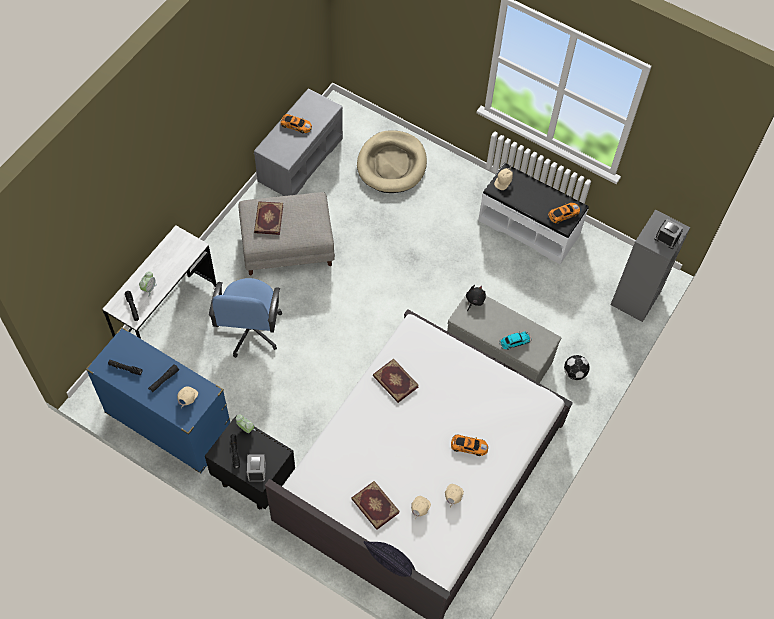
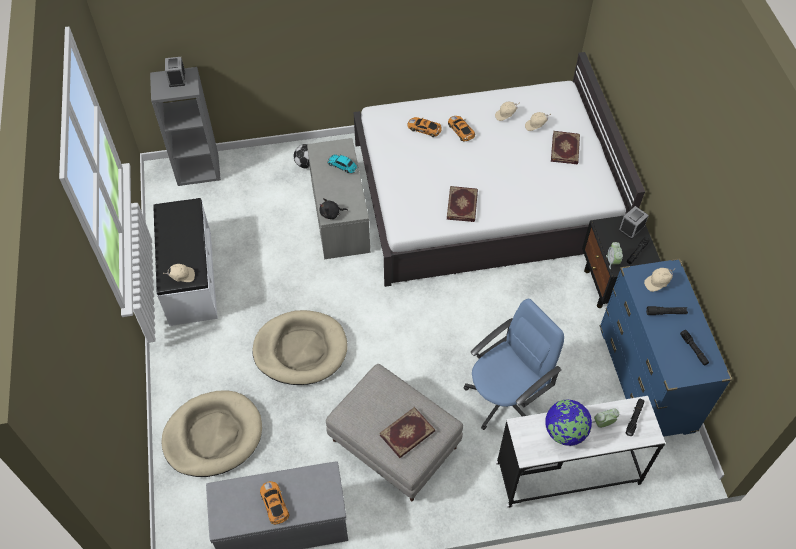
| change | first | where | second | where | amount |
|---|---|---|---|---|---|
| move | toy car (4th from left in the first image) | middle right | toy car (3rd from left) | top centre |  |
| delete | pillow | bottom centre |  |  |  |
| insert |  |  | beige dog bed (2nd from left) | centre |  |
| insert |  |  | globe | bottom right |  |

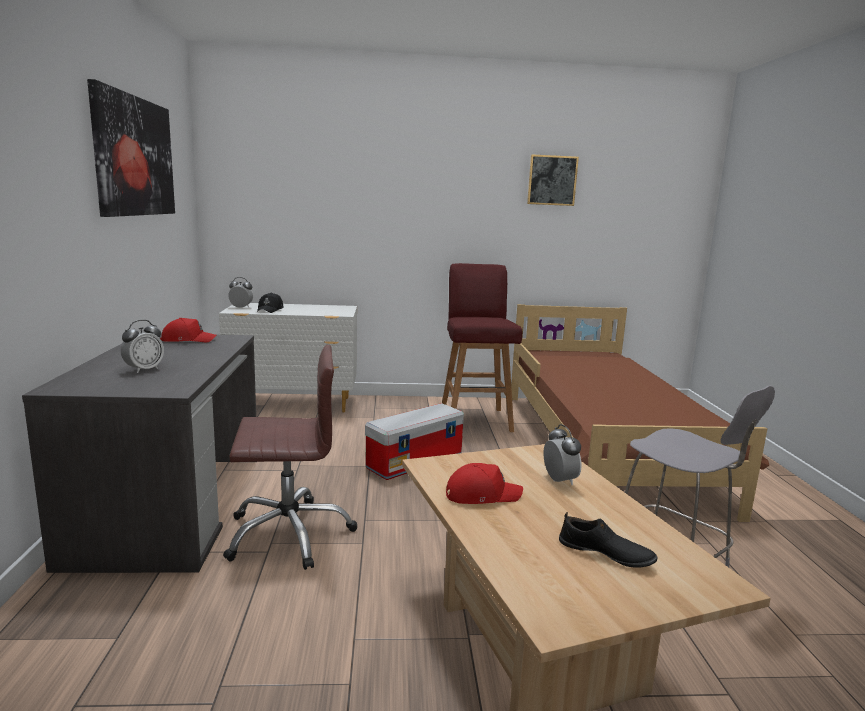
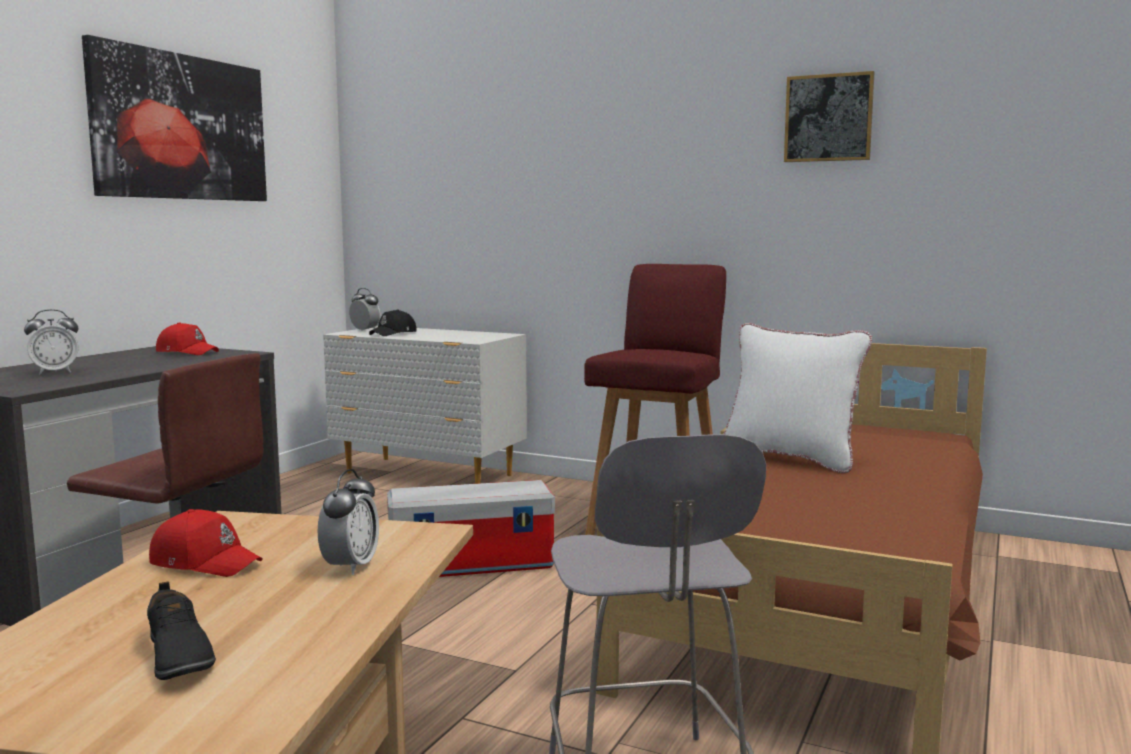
| change | first | where | second | where | amount |
|---|---|---|---|---|---|
| insert |  |  | white pillow | middle right |  |

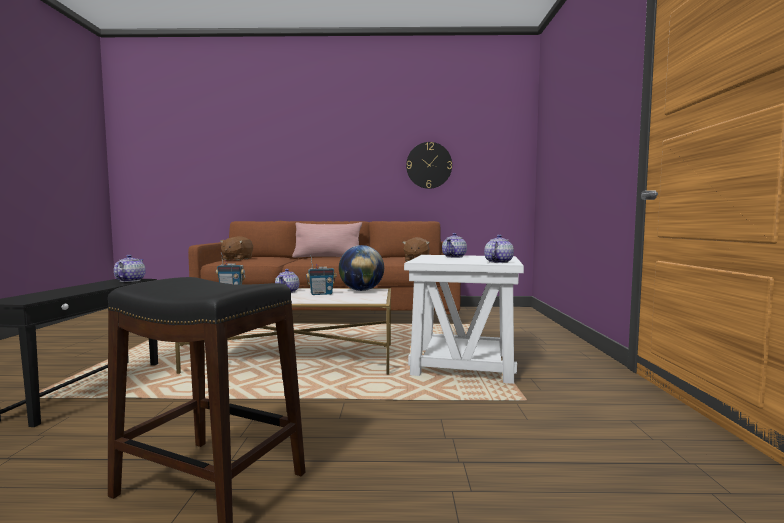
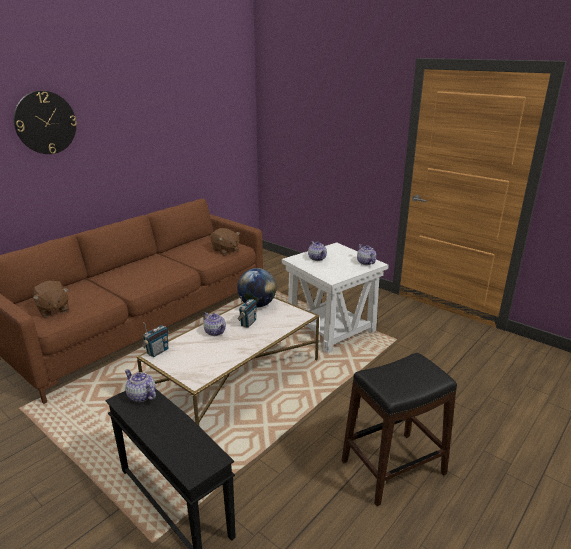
| change | first | where | second | where | amount |
|---|---|---|---|---|---|
| move | wall clock | top centre |  | top left |  |
| delete | pink pillow | centre |  |  |  |

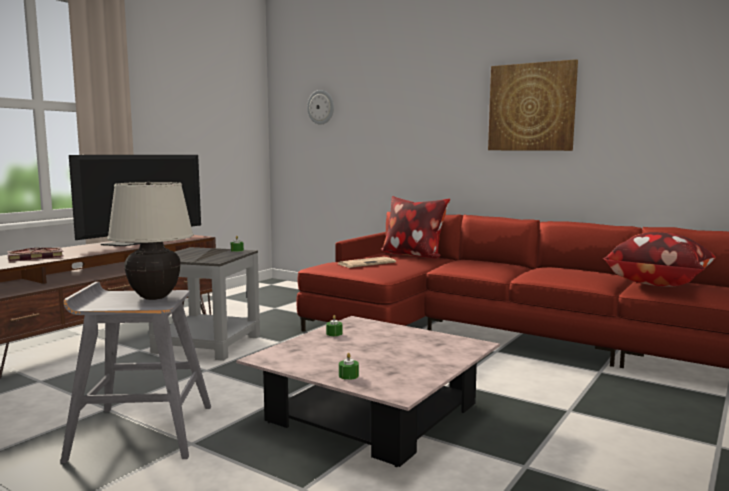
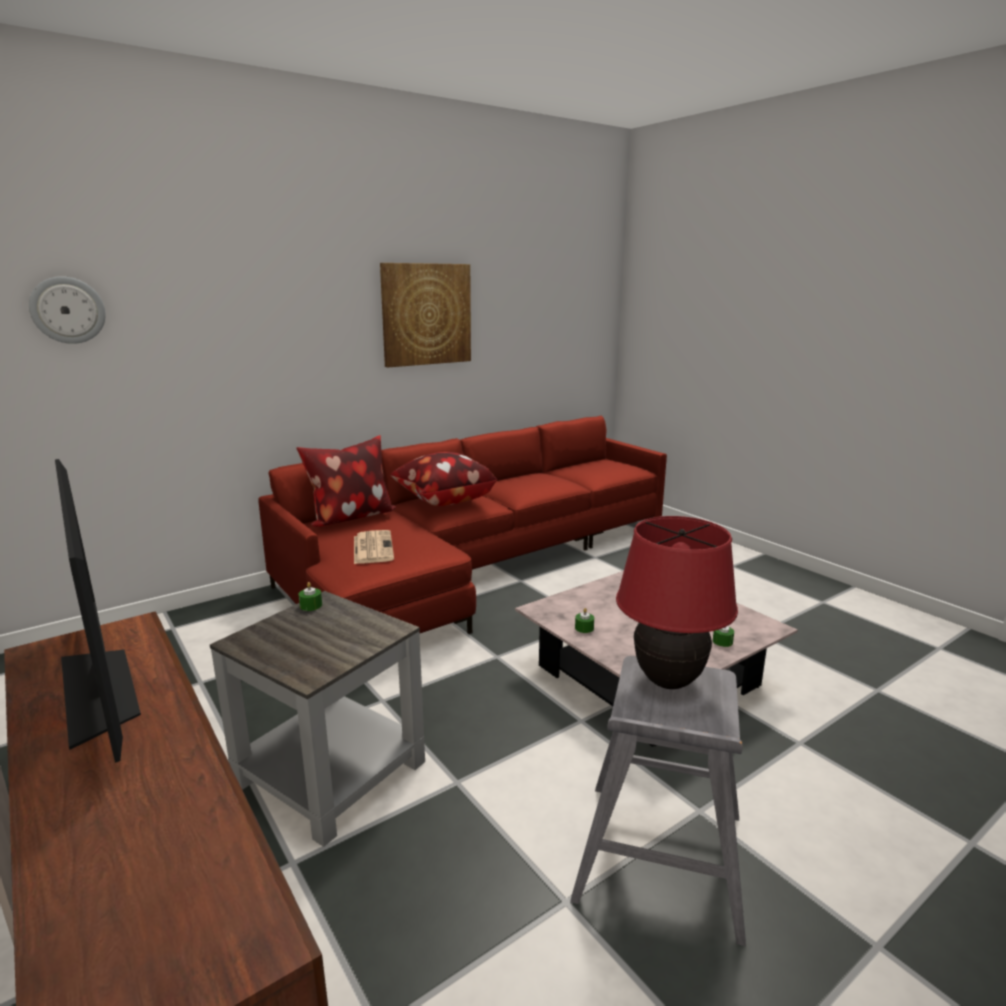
| change | first | where | second | where | amount |
|---|---|---|---|---|---|
| recolor | beige table lamp | middle left | red table lamp | middle right |  |
| move | pillow (2nd from left) | middle right |  | centre |  |
| delete | book | middle left |  |  |  |

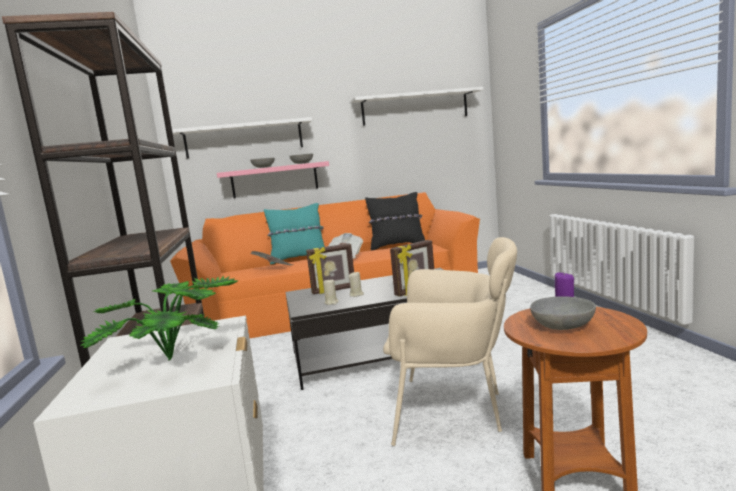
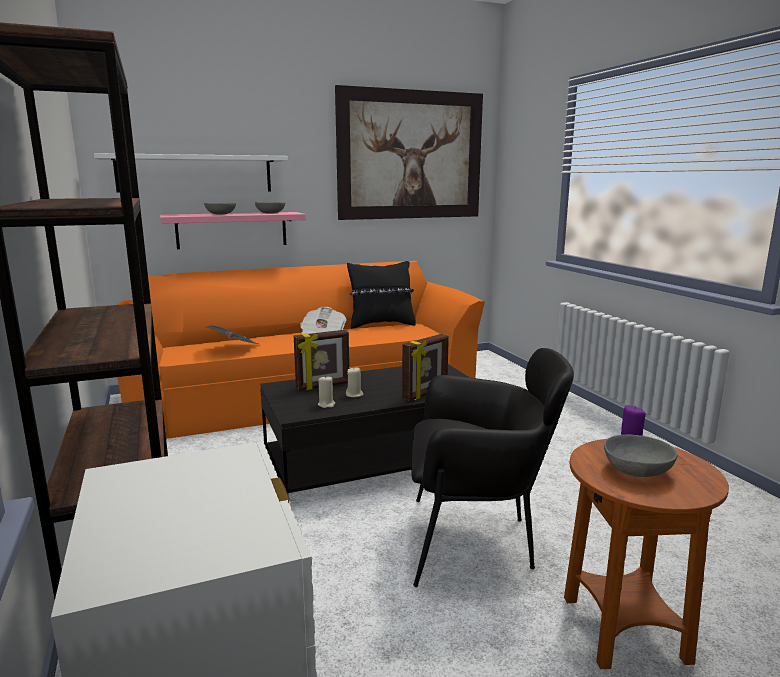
| change | first | where | second | where | amount |
|---|---|---|---|---|---|
| replace | white shelf (2nd from left) | top centre | picture | top centre |  |
| delete | turquoise pillow | centre |  |  |  |
| recolor | beige armchair | bottom centre | black armchair | bottom centre |  |
| delete | potted plant | middle left |  |  |  |

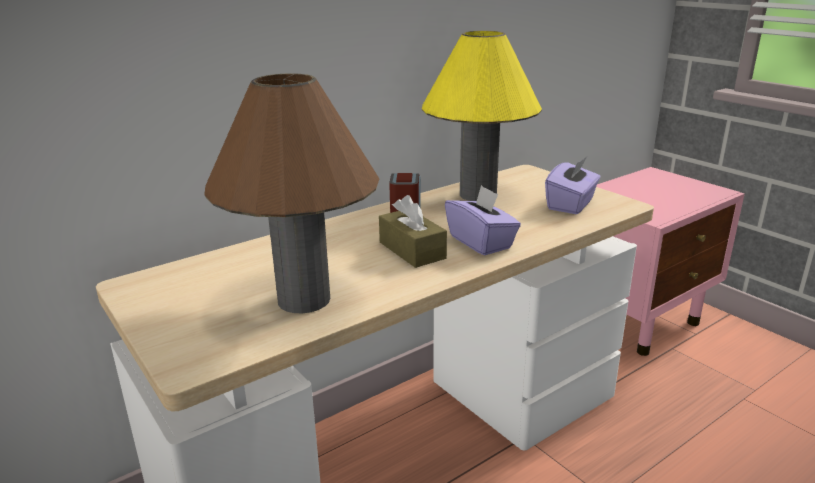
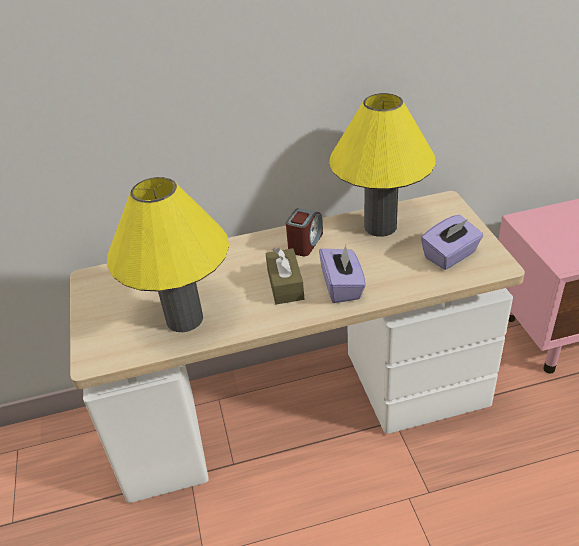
| change | first | where | second | where | amount |
|---|---|---|---|---|---|
| recolor | brown table lamp | centre | yellow table lamp (1st from left) | middle left |  |

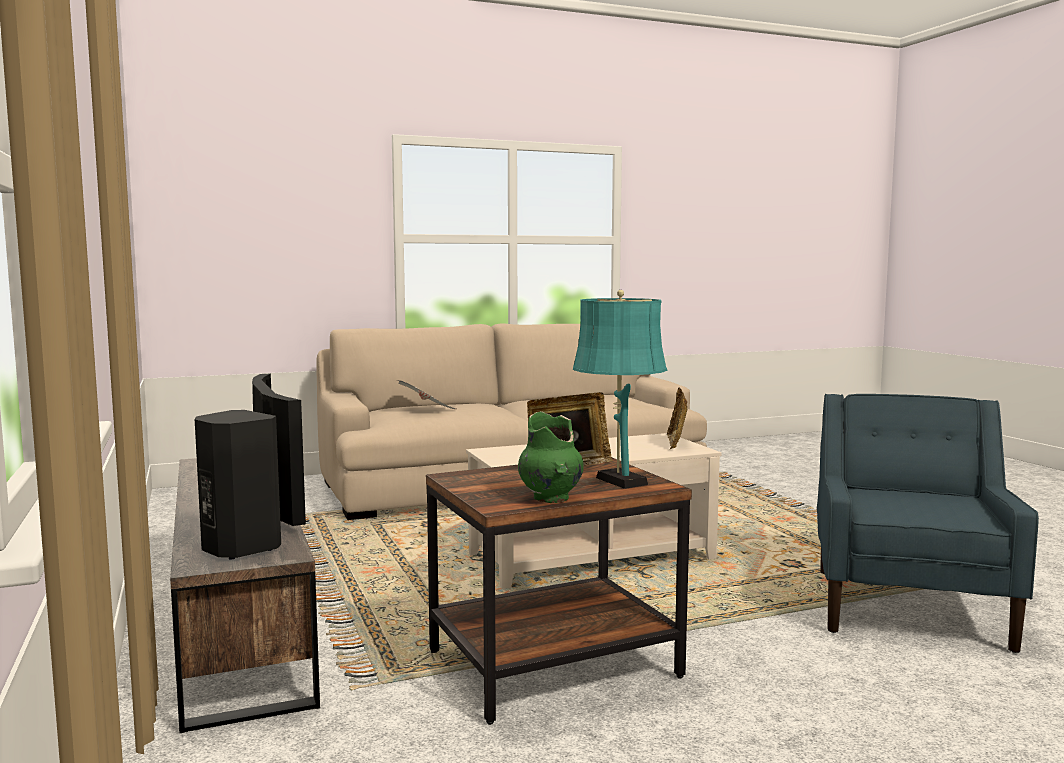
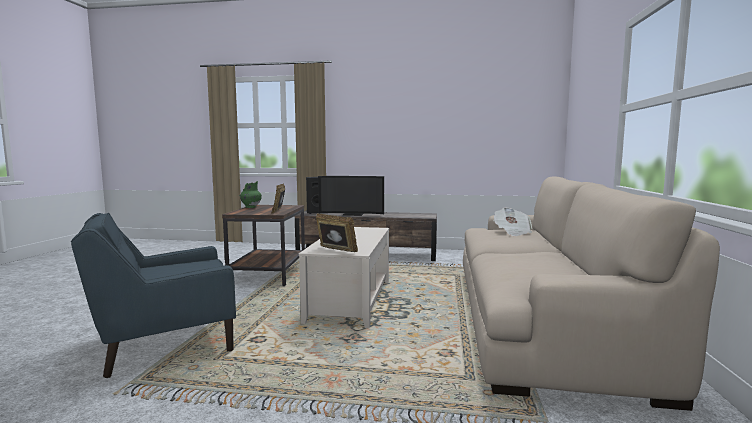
| change | first | where | second | where | amount |
|---|---|---|---|---|---|
| delete | turquoise table lamp | centre |  |  |  |
| rotate | blue armchair | bottom right |  | bottom left | 105 degrees clockwise |

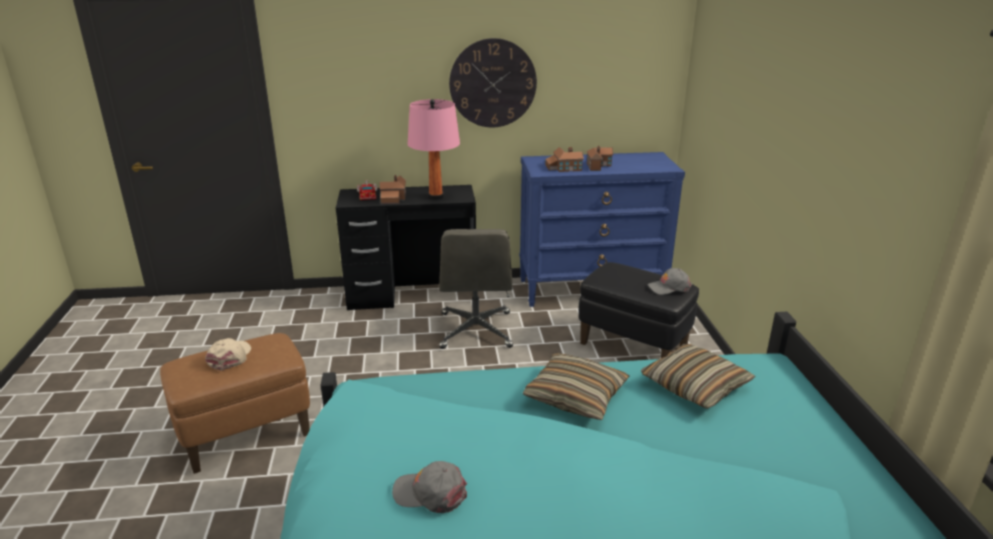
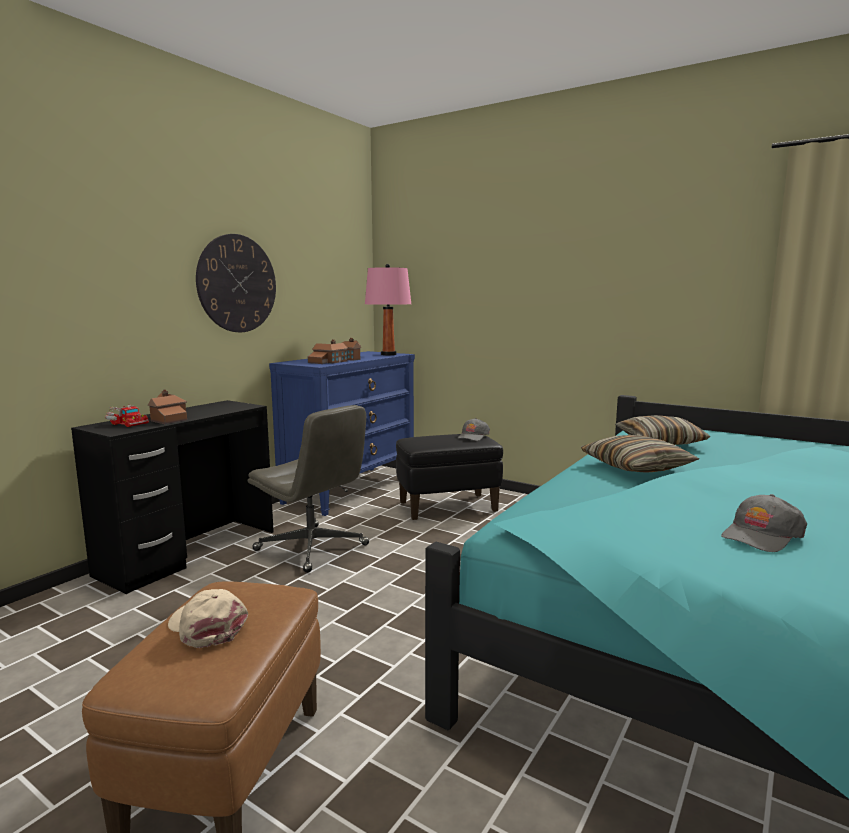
| change | first | where | second | where | amount |
|---|---|---|---|---|---|
| move | pink table lamp | top centre |  | centre |  |

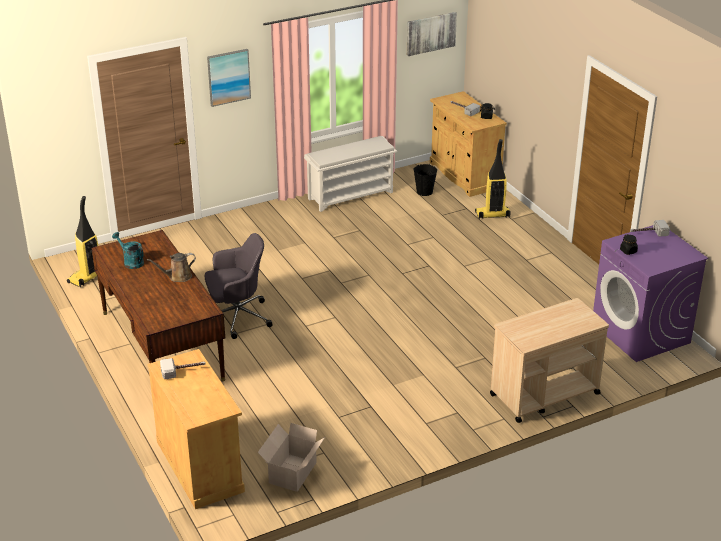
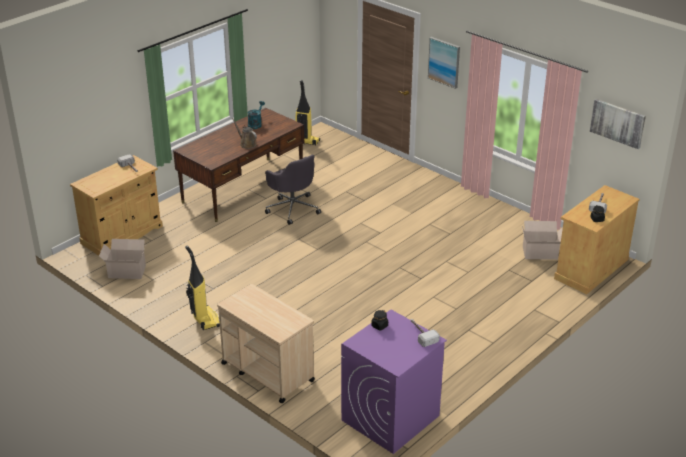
| change | first | where | second | where | amount |
|---|---|---|---|---|---|
| delete | white shoe rack | top centre |  |  |  |
| move | vacuum cleaner (2nd from left in the first image) | top right | vacuum cleaner (1st from left) | middle left |  |
| replace | black bucket | top centre | cardboard box (2nd from left) | middle right |  |

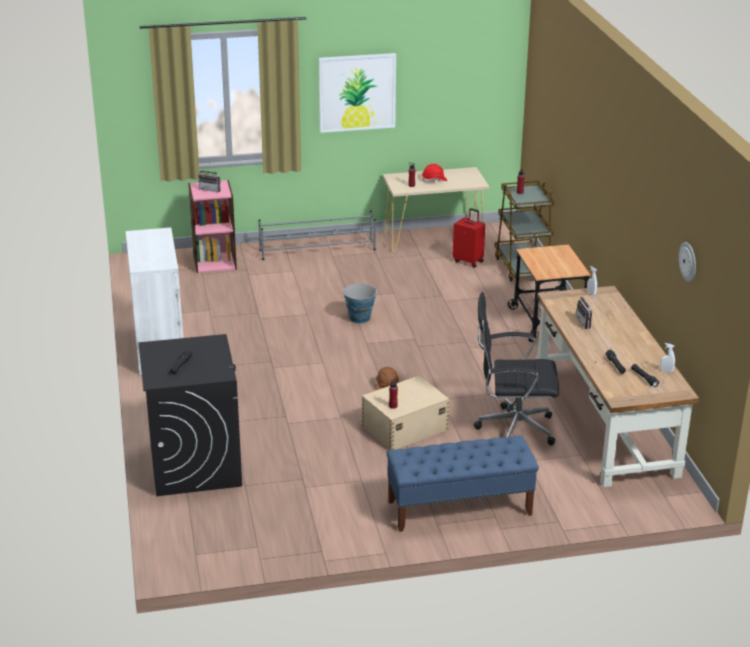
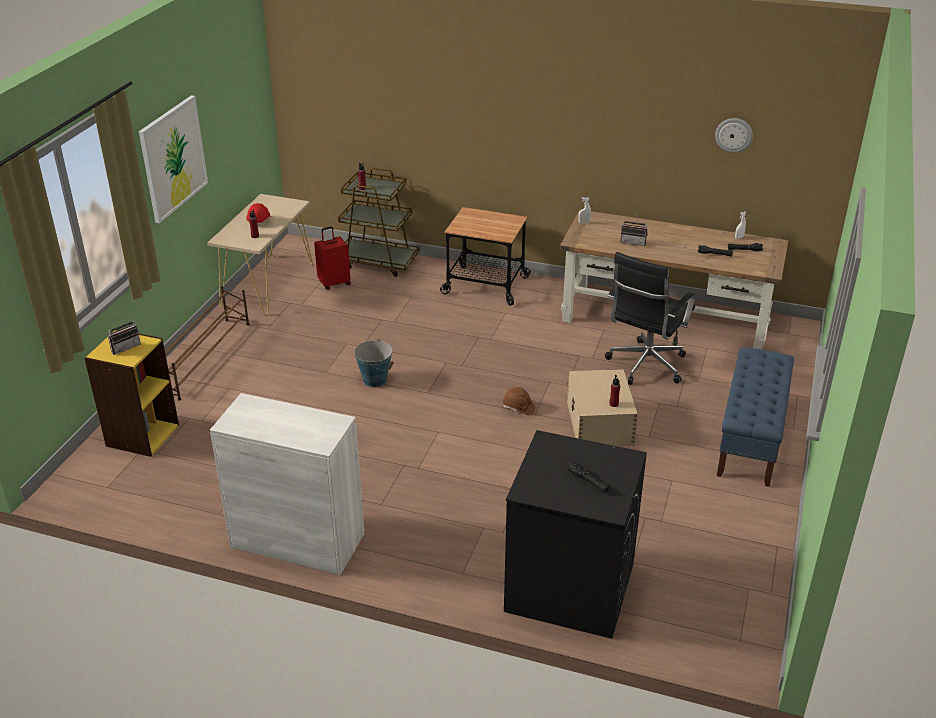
| change | first | where | second | where | amount |
|---|---|---|---|---|---|
| recolor | pink bookcase | middle left | yellow bookcase | middle left |  |
| recolor | grey shoe rack | centre | brown shoe rack | middle left |  |

